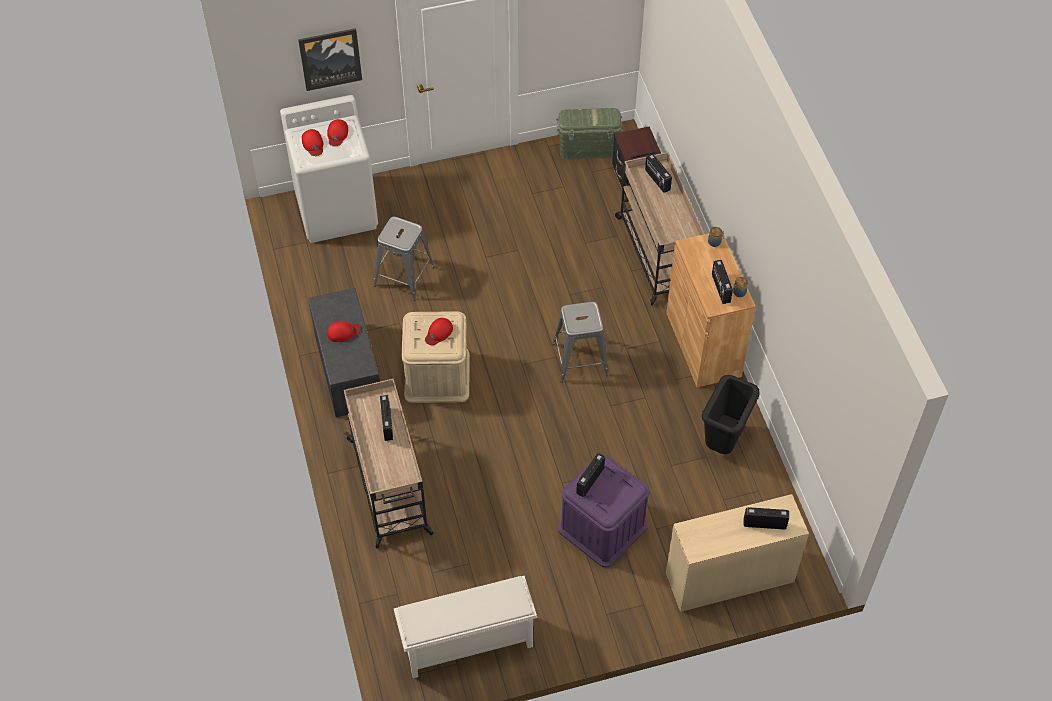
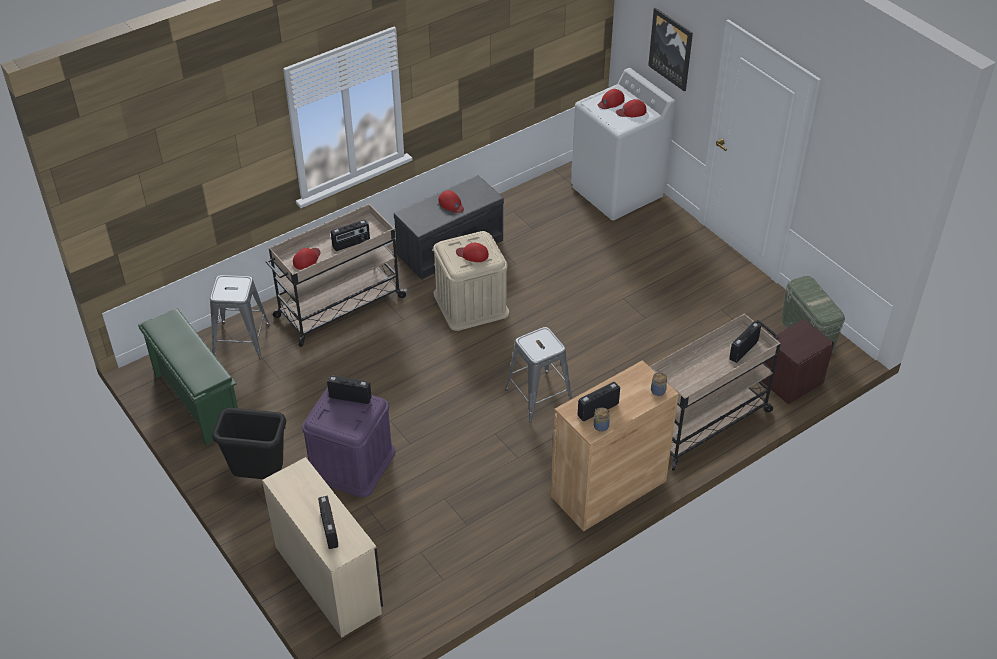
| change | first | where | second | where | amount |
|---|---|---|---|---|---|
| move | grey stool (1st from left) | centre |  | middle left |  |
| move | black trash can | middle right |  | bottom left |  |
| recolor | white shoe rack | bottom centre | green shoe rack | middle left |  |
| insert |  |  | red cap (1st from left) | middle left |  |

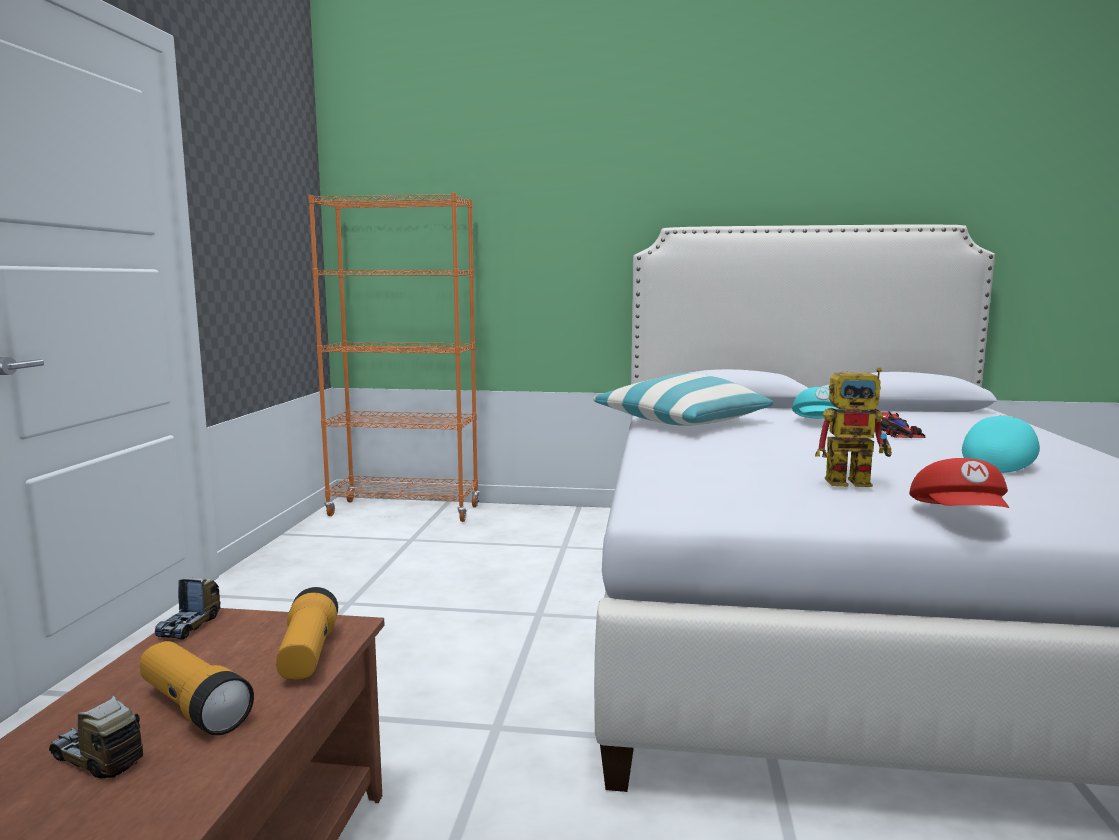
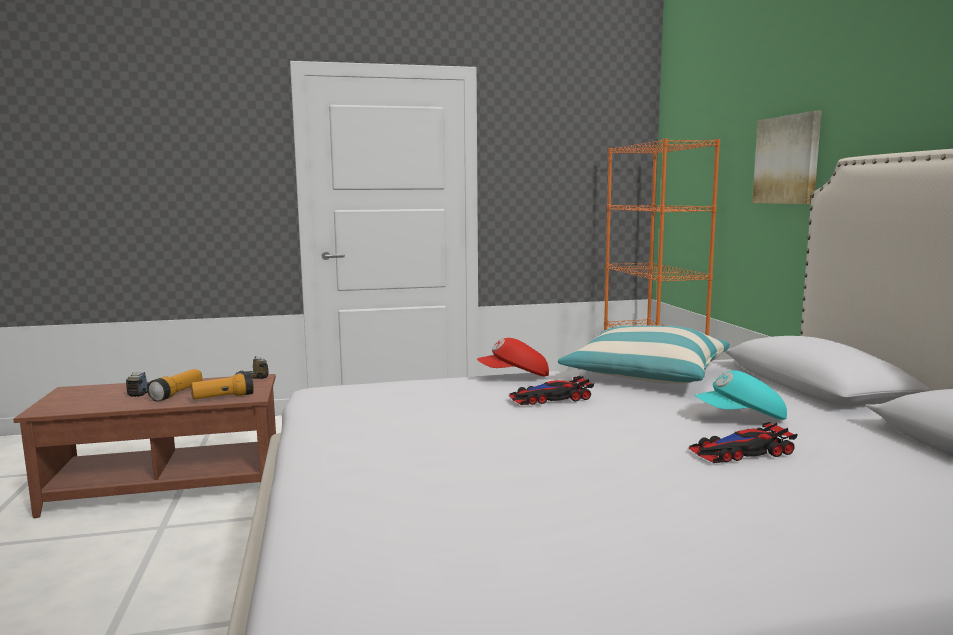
| change | first | where | second | where | amount |
|---|---|---|---|---|---|
| delete | toy robot | middle right |  |  |  |
| delete | turquoise cap (2nd from left) | middle right |  |  |  |
| move | red cap | middle right |  | centre |  |
| insert |  |  | picture | top right |  |
| insert |  |  | toy car (1st from left) | centre |  |

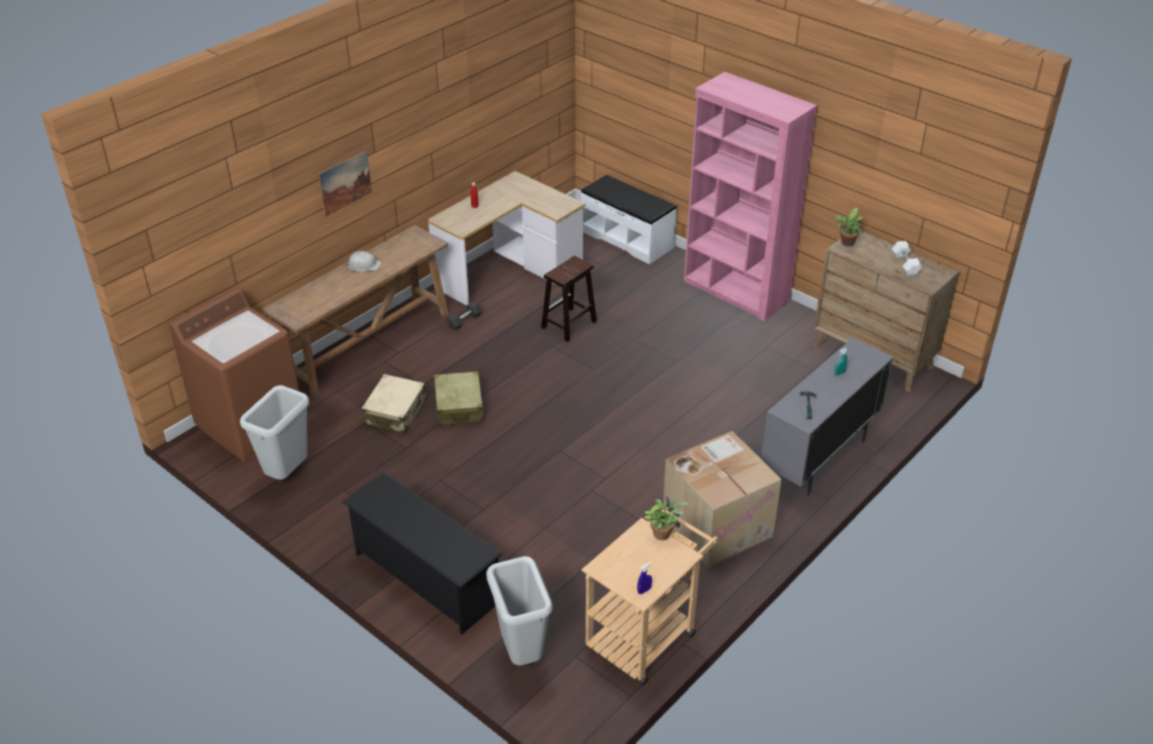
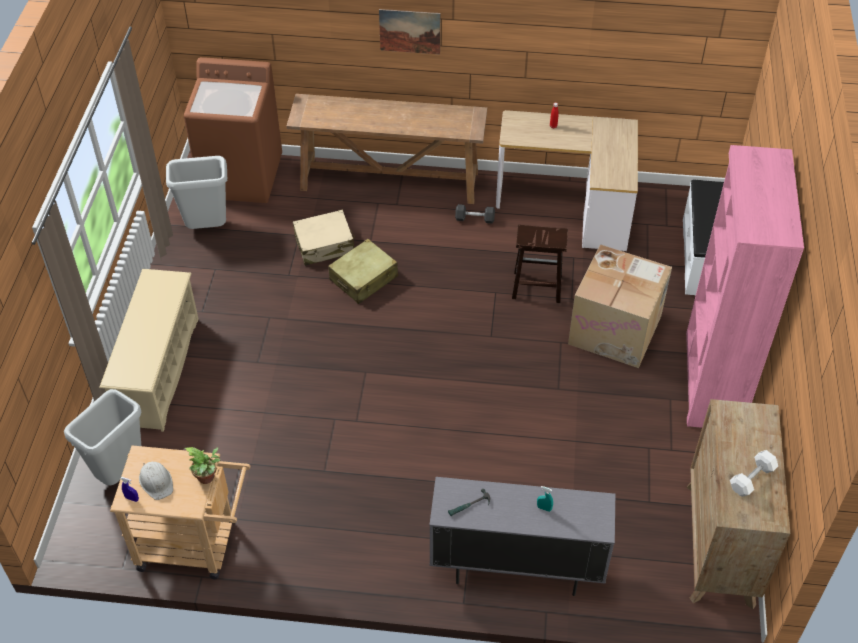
| change | first | where | second | where | amount |
|---|---|---|---|---|---|
| delete | potted plant (2nd from left) | top right |  |  |  |
| move | white hard hat | middle left |  | bottom left |  |
| move | cardboard box | bottom centre |  | middle right |  |
| recolor | black shoe rack | bottom centre | beige shoe rack | middle left |  |

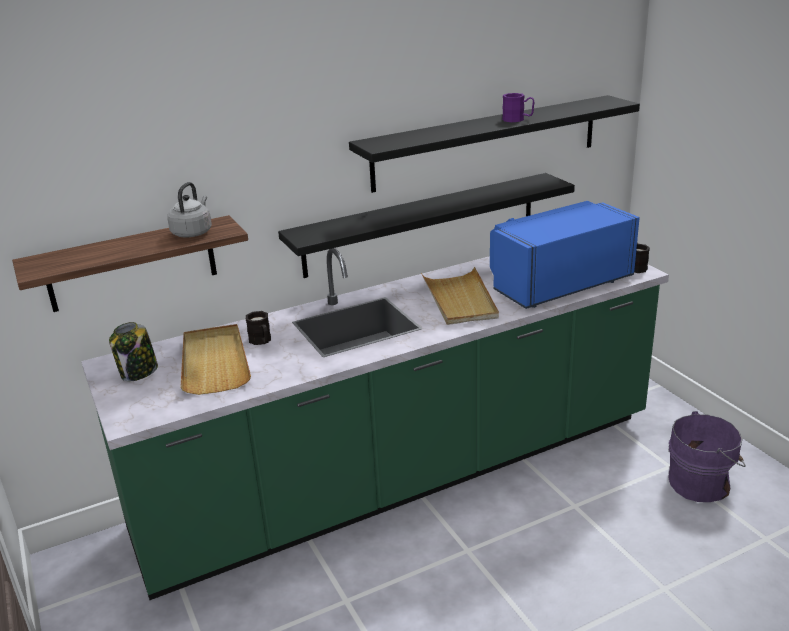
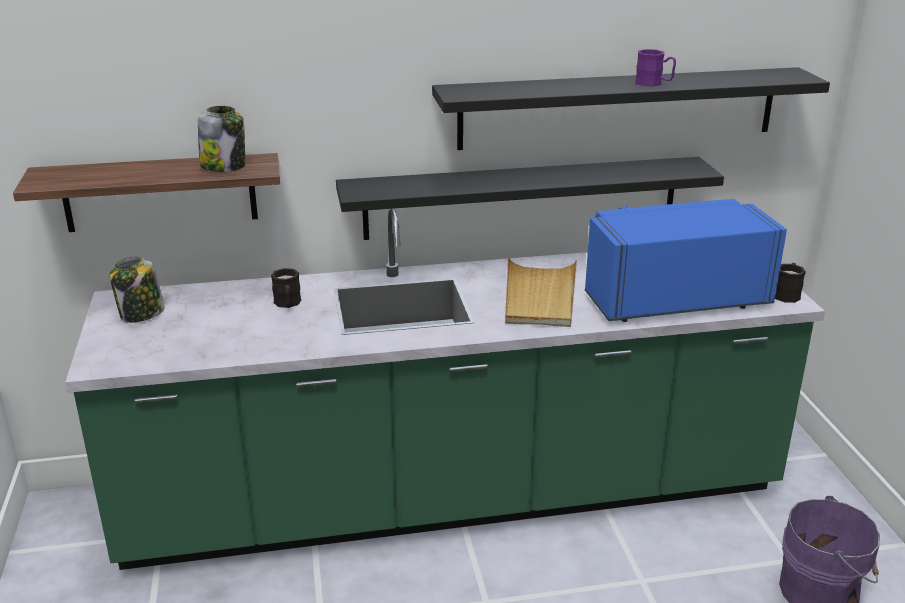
| change | first | where | second | where | amount |
|---|---|---|---|---|---|
| replace | grey kettle | top left | jar (2nd from left) | top left |  |
| delete | beige tray (1st from left) | middle left |  |  |  |

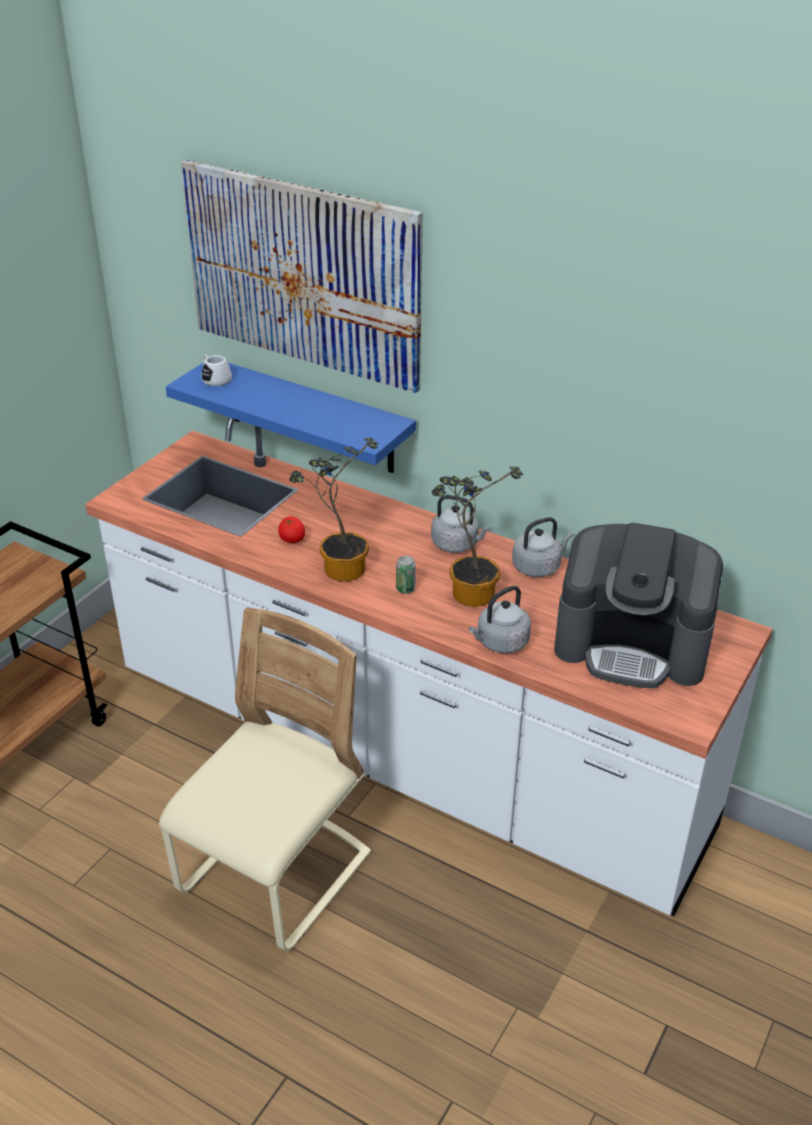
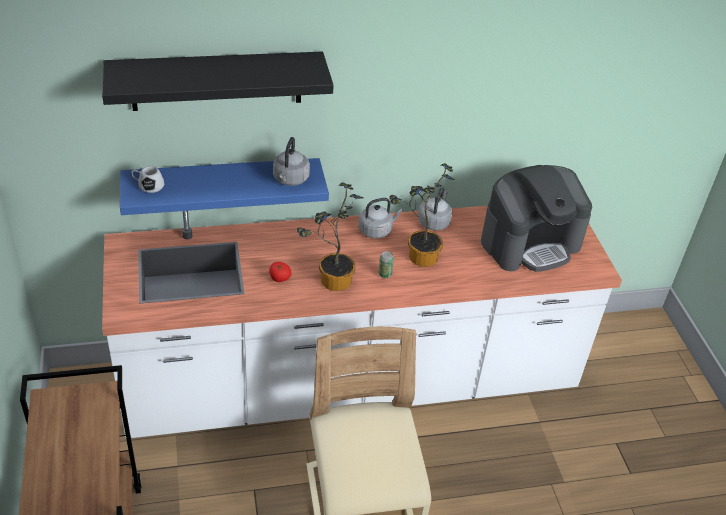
| change | first | where | second | where | amount |
|---|---|---|---|---|---|
| replace | picture | top centre | black shelf | top left |  |
| move | grey kettle (2nd from left in the first image) | centre | grey kettle (1st from left) | top centre |  |

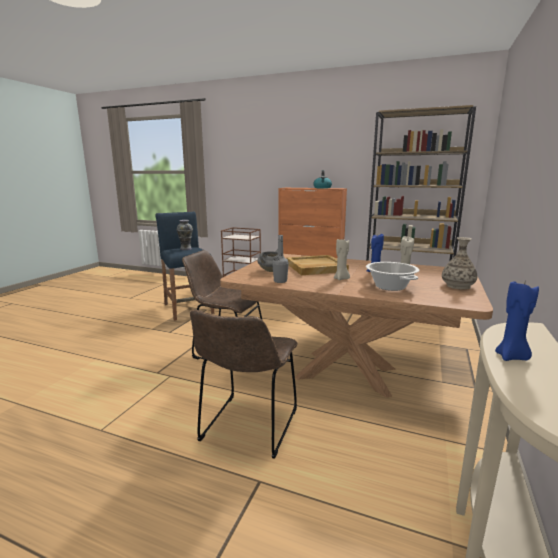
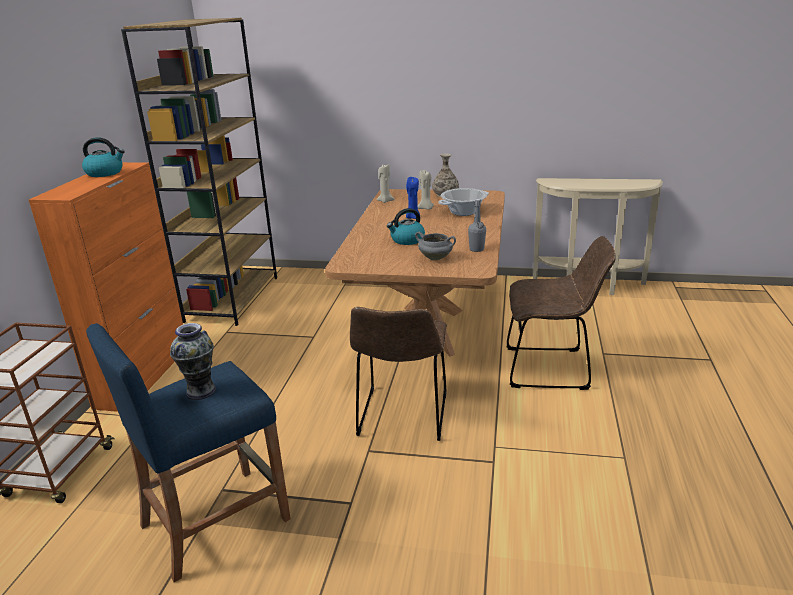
| change | first | where | second | where | amount |
|---|---|---|---|---|---|
| move | beige candle (1st from left) | centre |  | top centre |  |
| replace | beige tray | centre | kettle (2nd from left) | centre |  |
| delete | blue candle (2nd from left) | middle right |  |  |  |

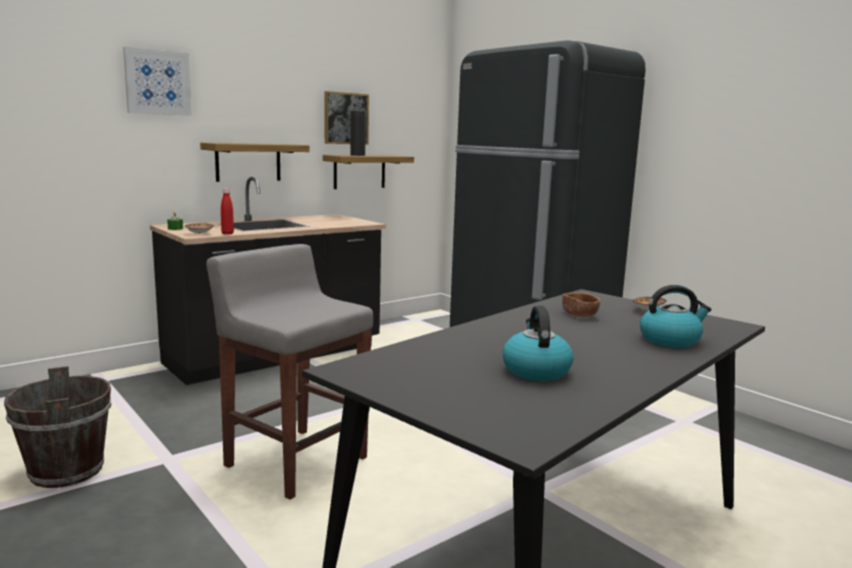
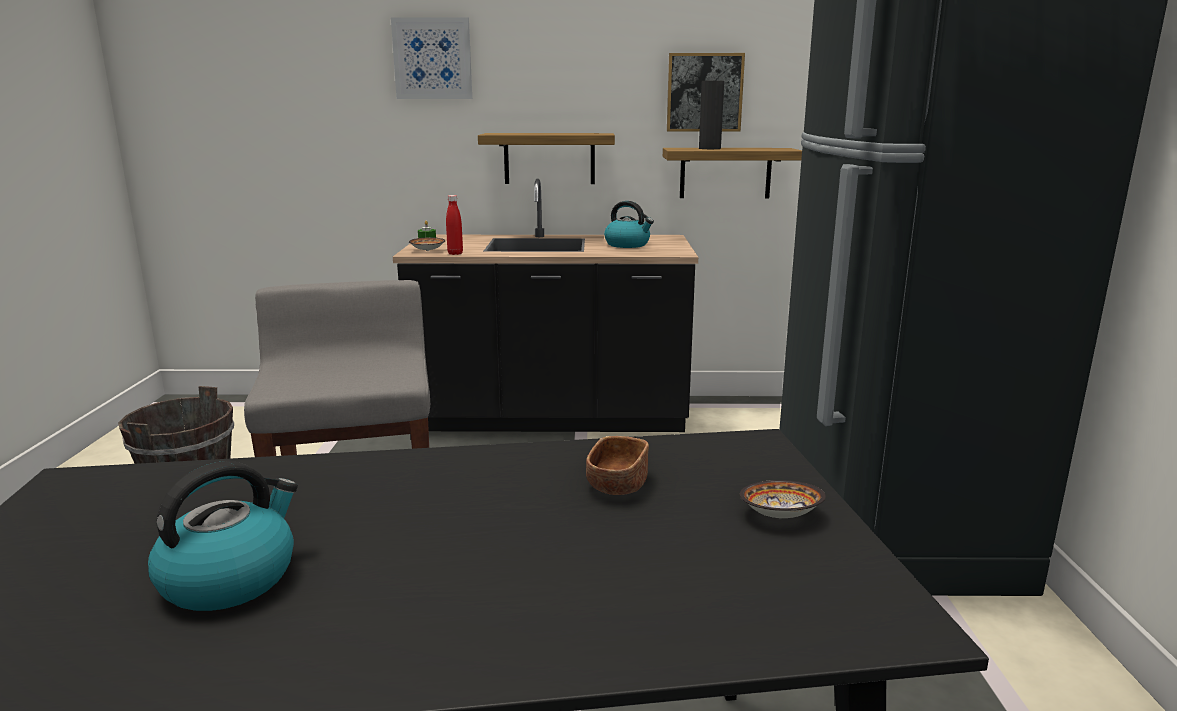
| change | first | where | second | where | amount |
|---|---|---|---|---|---|
| move | kettle (2nd from left) | middle right |  | top centre |  |

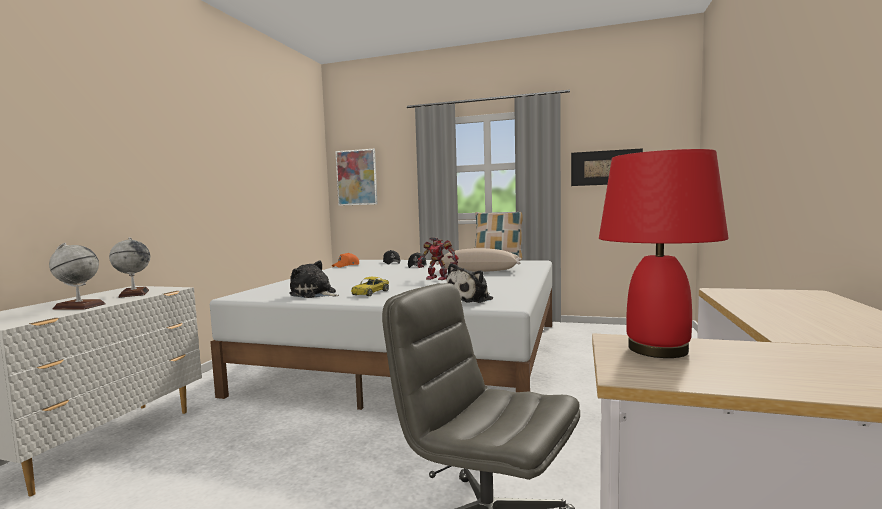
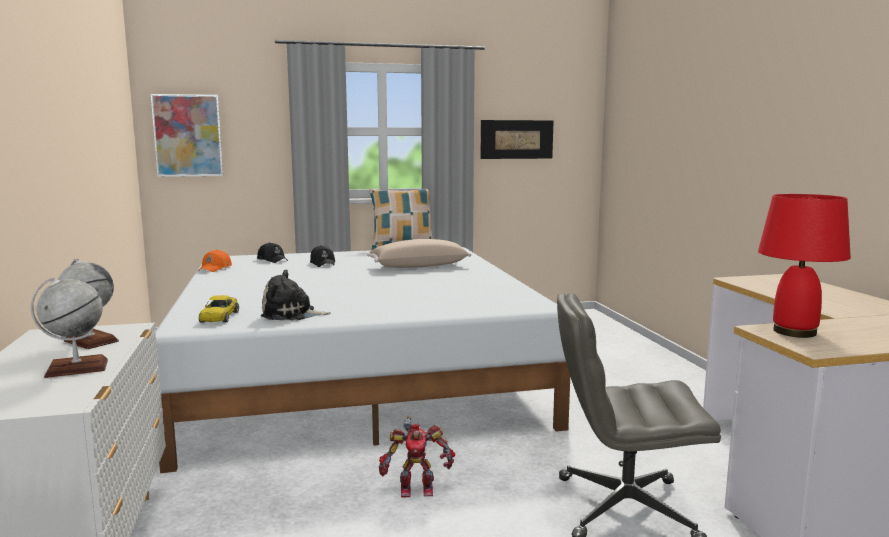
| change | first | where | second | where | amount |
|---|---|---|---|---|---|
| move | toy robot | centre |  | bottom centre |  |
| delete | plush toy (2nd from left) | centre |  |  |  |
| move | yellow toy car | centre |  | middle left |  |

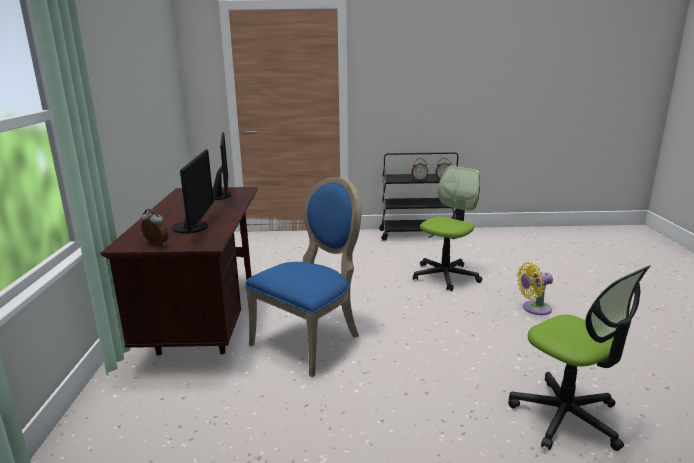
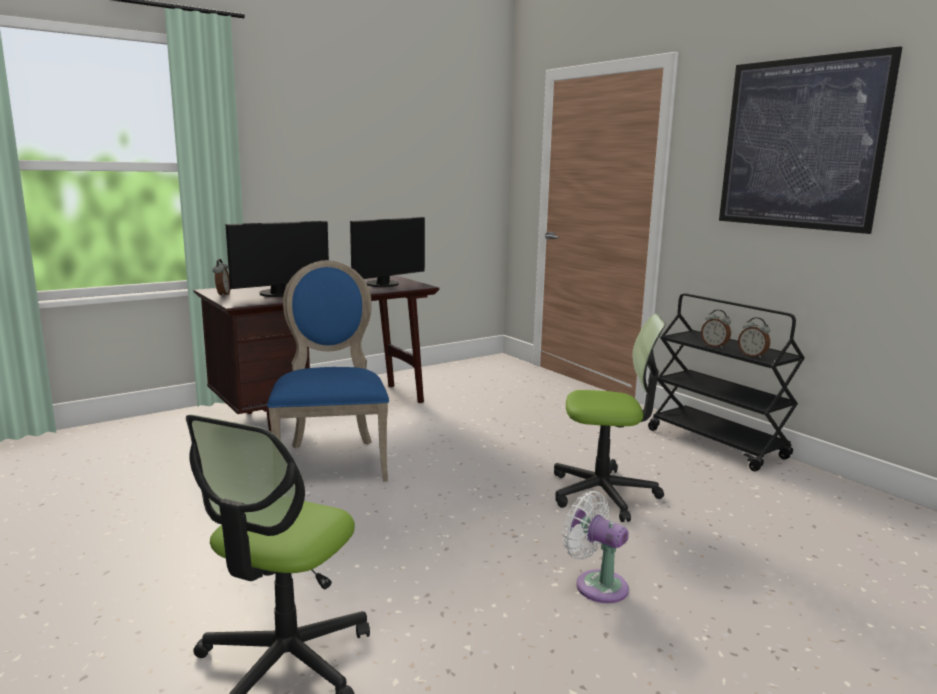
| change | first | where | second | where | amount |
|---|---|---|---|---|---|
| rotate | blue chair | centre |  | centre | 105 degrees counterclockwise |
| recolor | yellow fan | middle right | white fan | bottom centre |  |
| insert |  |  | picture | top right |  |

